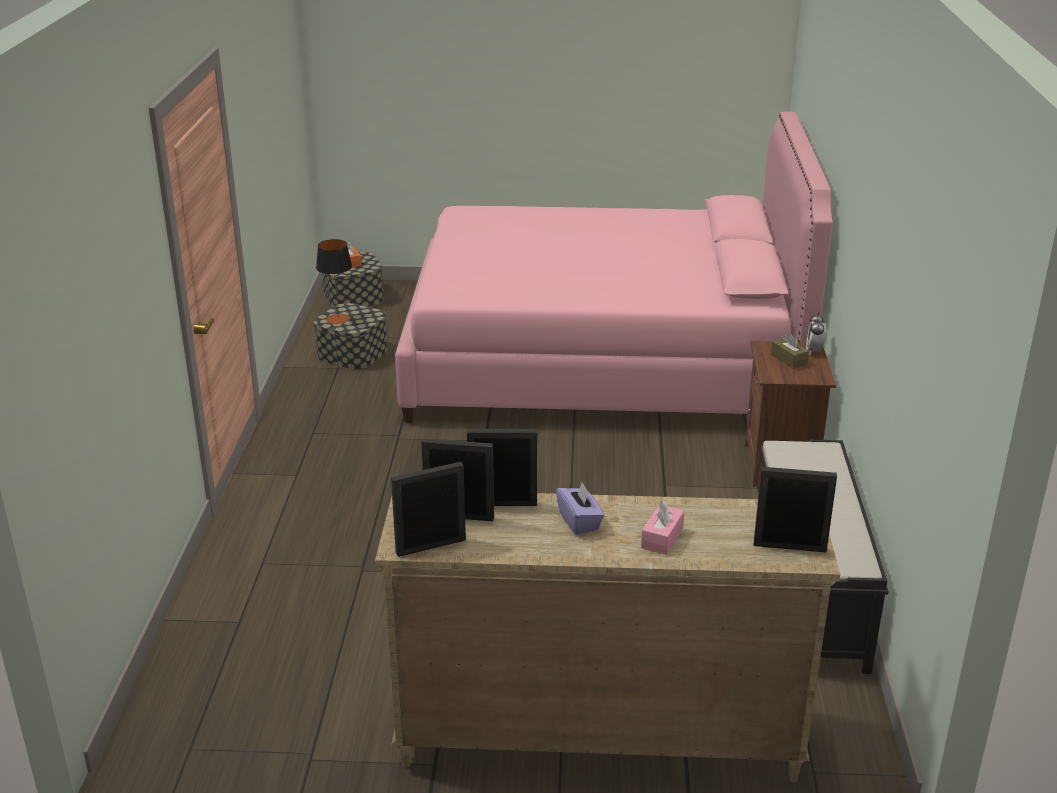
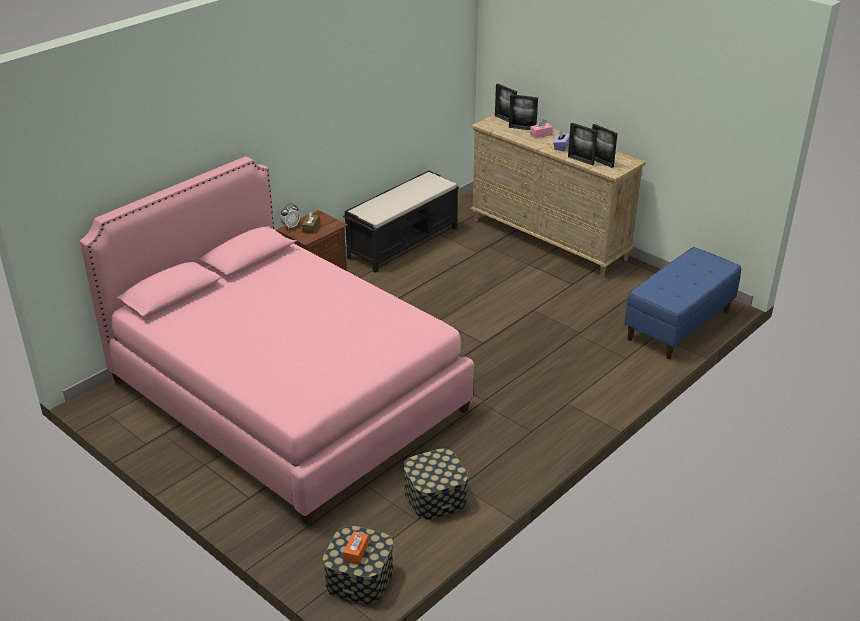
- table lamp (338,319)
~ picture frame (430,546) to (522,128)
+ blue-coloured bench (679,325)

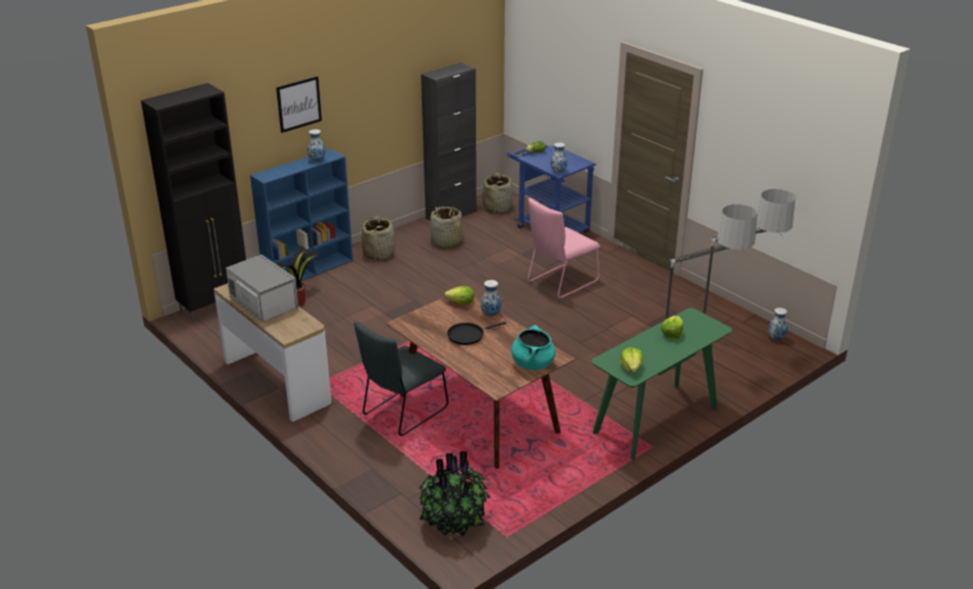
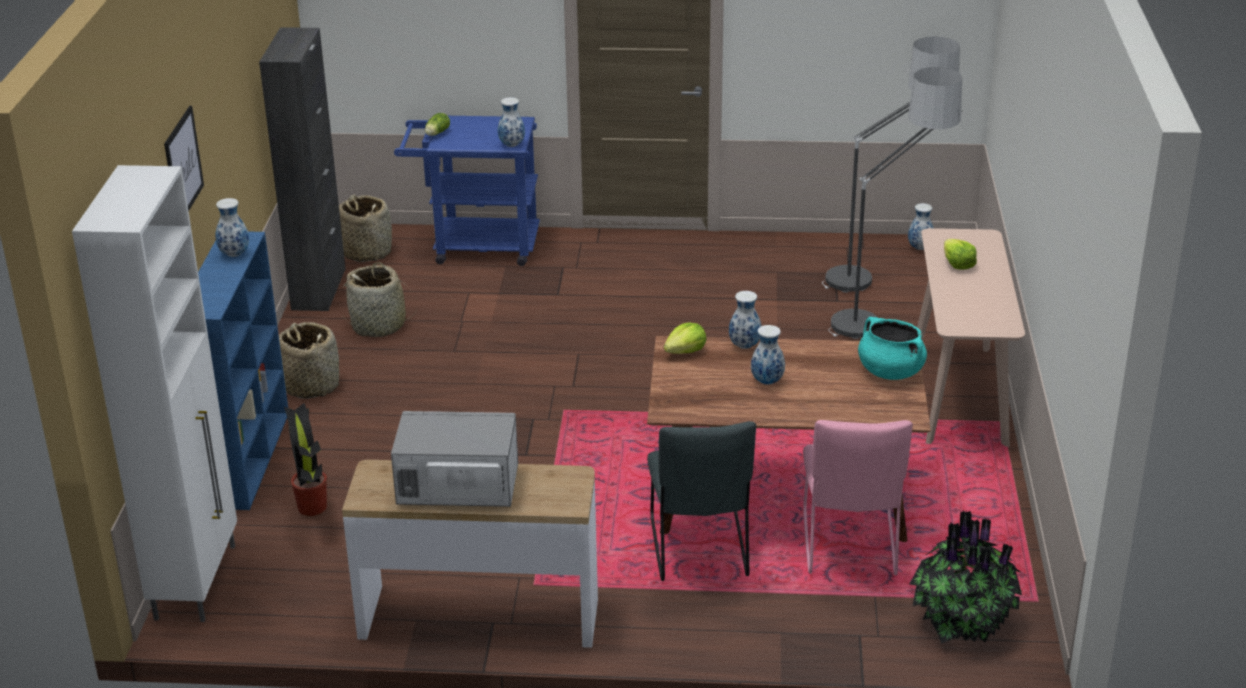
~ black-coloured cupboard (216,307) to white-coloured cupboard (197,581)
~ black-coloured frying pan (468,335) to flower vase (766,382)
~ pink upright chair (560,282) to (849,547)
~ greenish hall table (656,420) to sand-coloured hall table (959,394)
- head of lettuce (631,367)

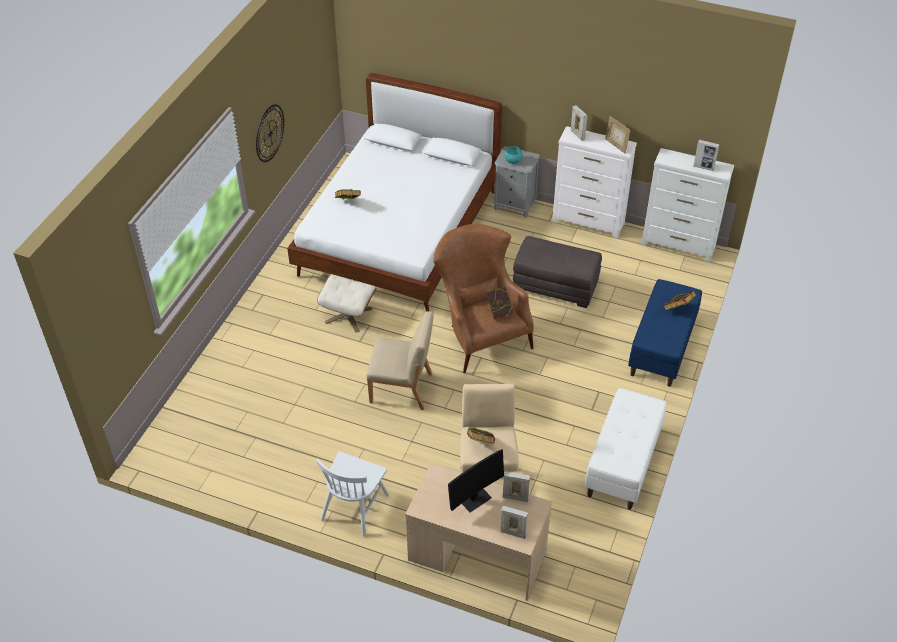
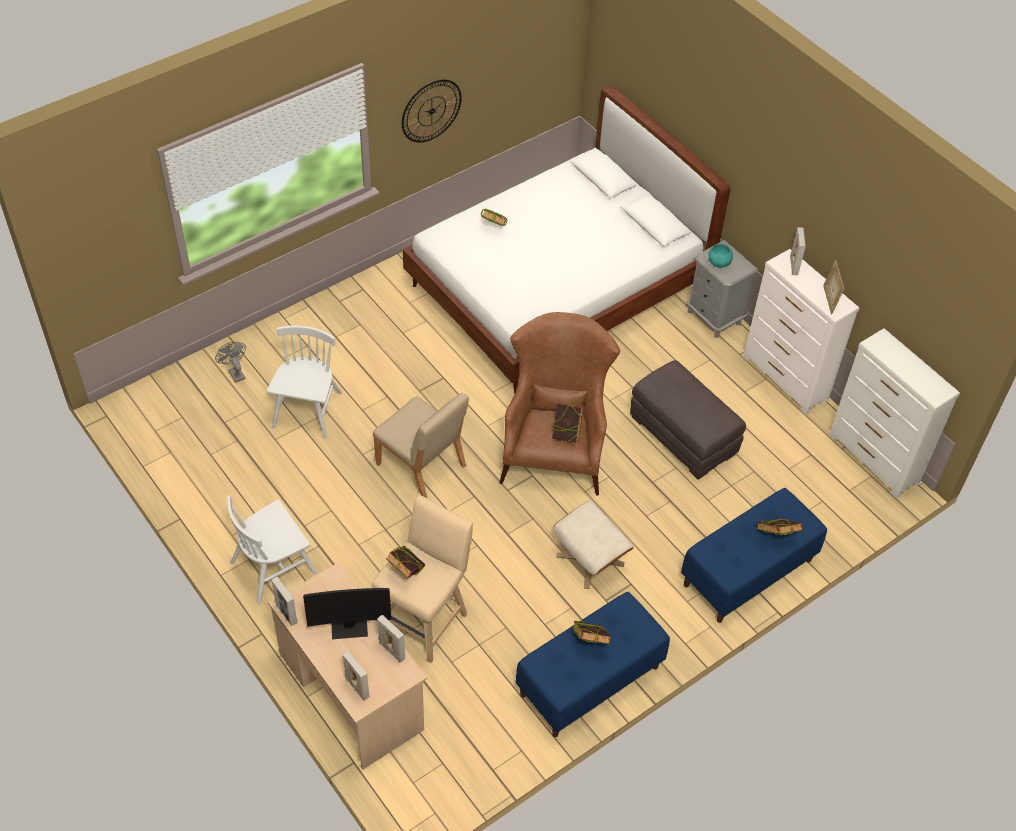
~ sand-coloured ottoman (349,315) to (590,559)
~ white-coloured bench (623,464) to blue-coloured bench (589,681)
~ picture frame (703,167) to (286,613)
+ grey cooling fan (235,372)
+ white-coloured upright chair (307,411)
+ volume (589,642)

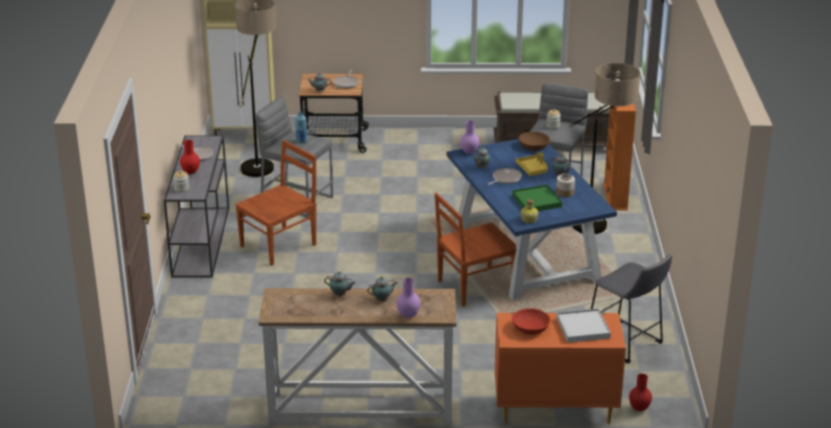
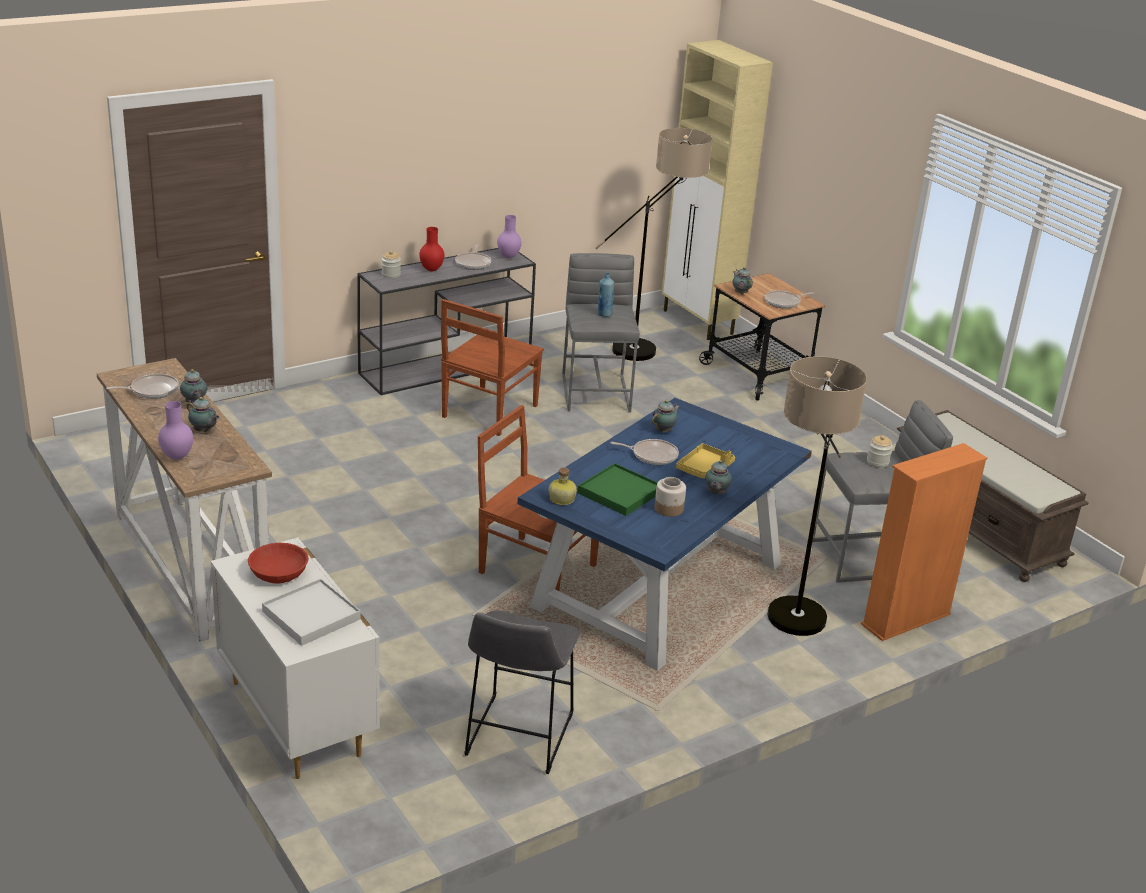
~ brown upright chair (280,245) = (488,412) 105 degrees clockwise
~ purple-coloured flower vase (469,152) to (508,256)
~ orangey drawer chest (554,409) to white-coloured drawer chest (296,717)
- brown bowl (533,146)
- red flower vase (639,408)
+ frying pan (152,390)

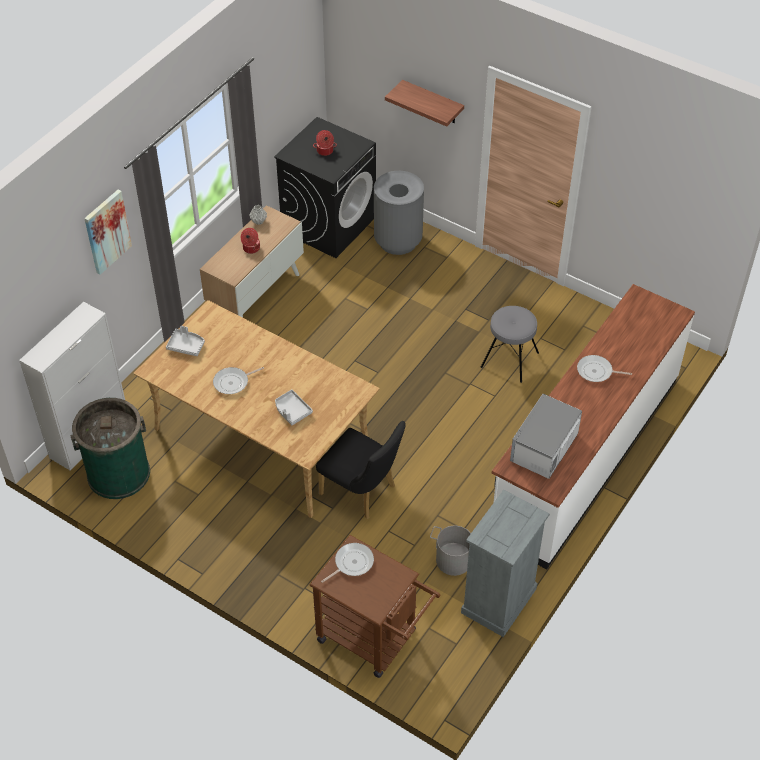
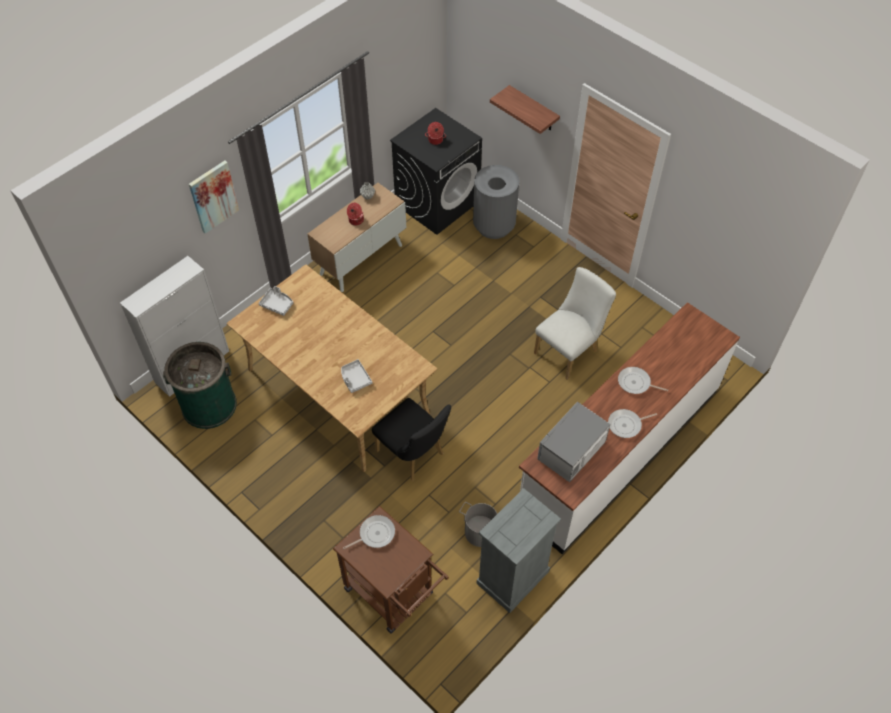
~ frying pan (233,382) to (626,425)
~ grey stool seat (509,360) to white-coloured upright chair (569,350)

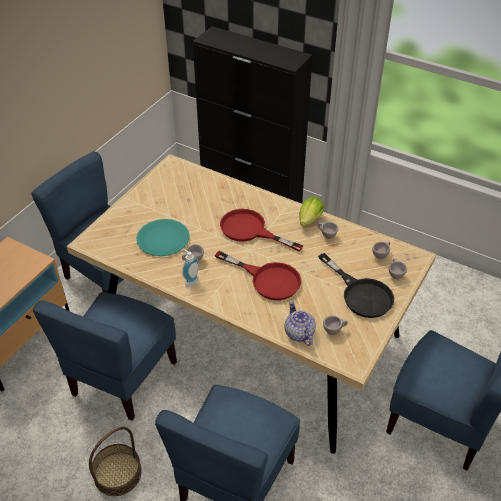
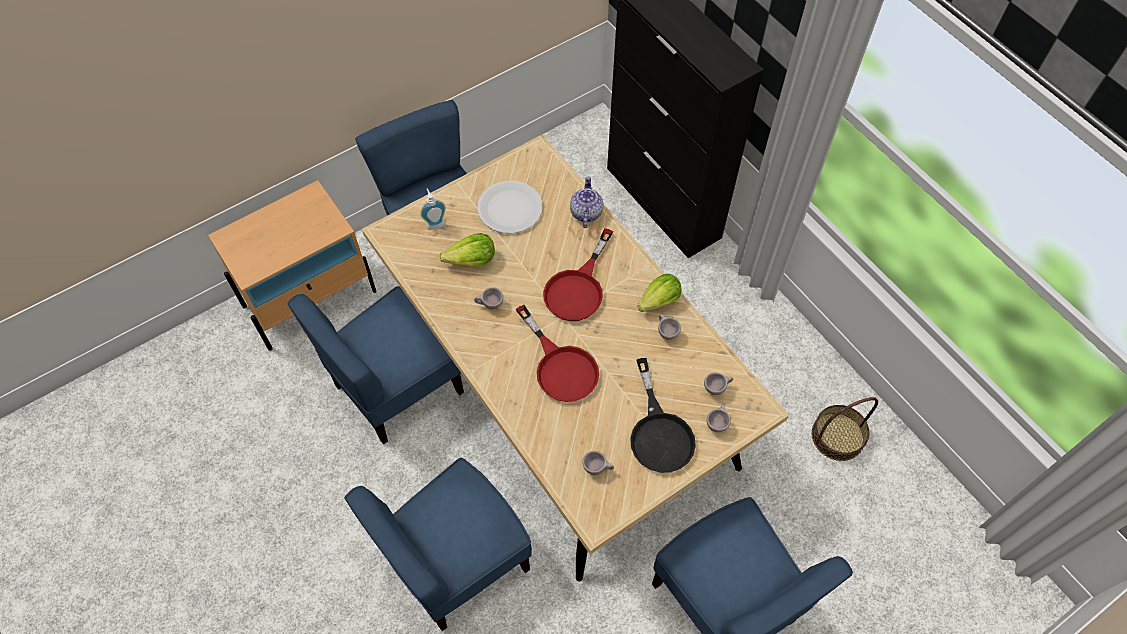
~ household basket (117,473) to (837,436)
~ blue-green flat dish (163,239) to head of lettuce (471,260)
~ soap dispenser (190,281) to (435,223)
~ red frying pan (250,230) = (578,288) 120 degrees counterclockwise
~ tea pot (298,333) to (585,212)
+ white-coloured flat dish (510,208)

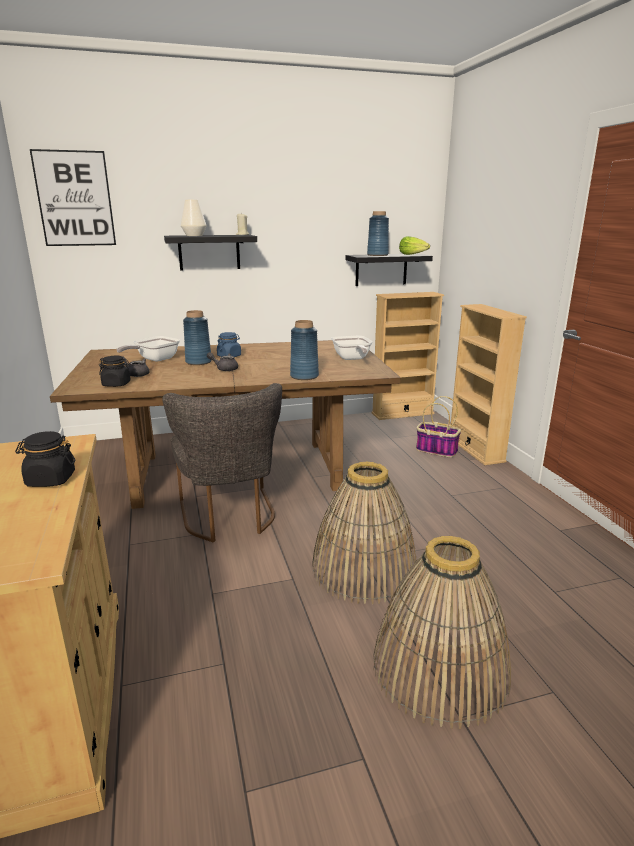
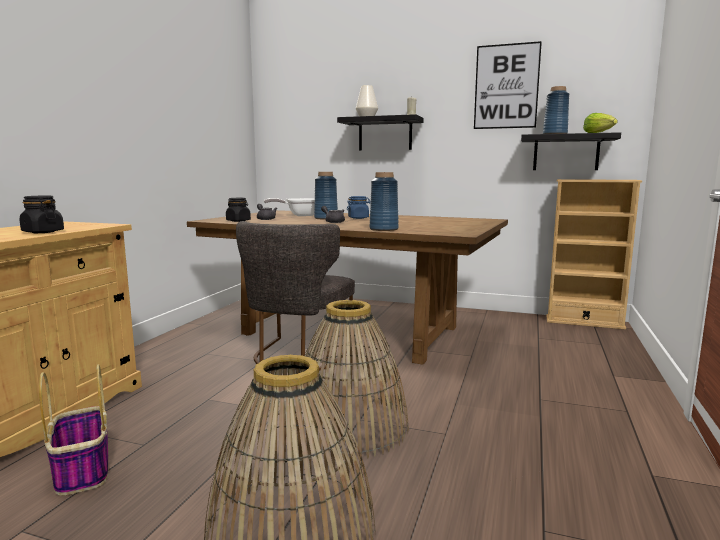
~ wall art (75,199) to (506,86)
- frying pan (352,359)
~ household basket (435,450) to (82,469)
- sand-coloured shelving unit (475,449)

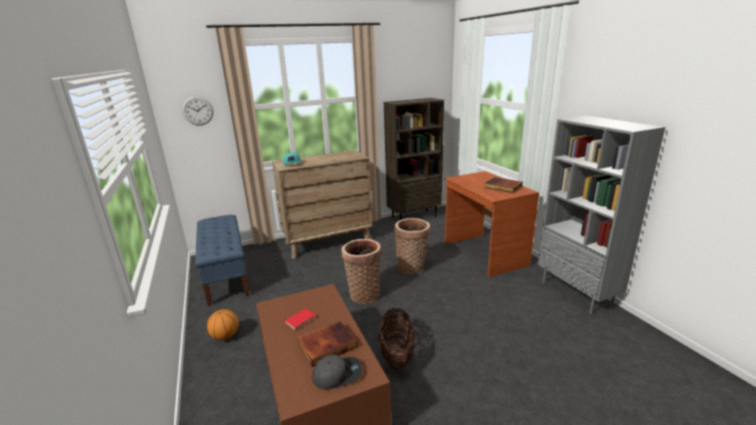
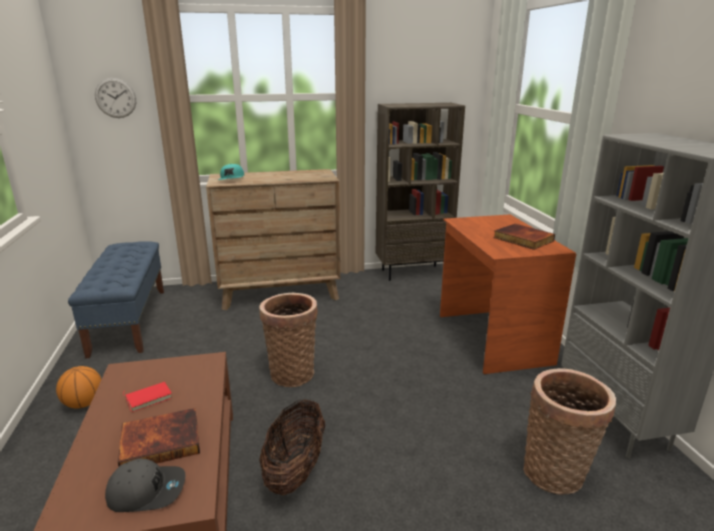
~ household basket (412,267) to (557,473)

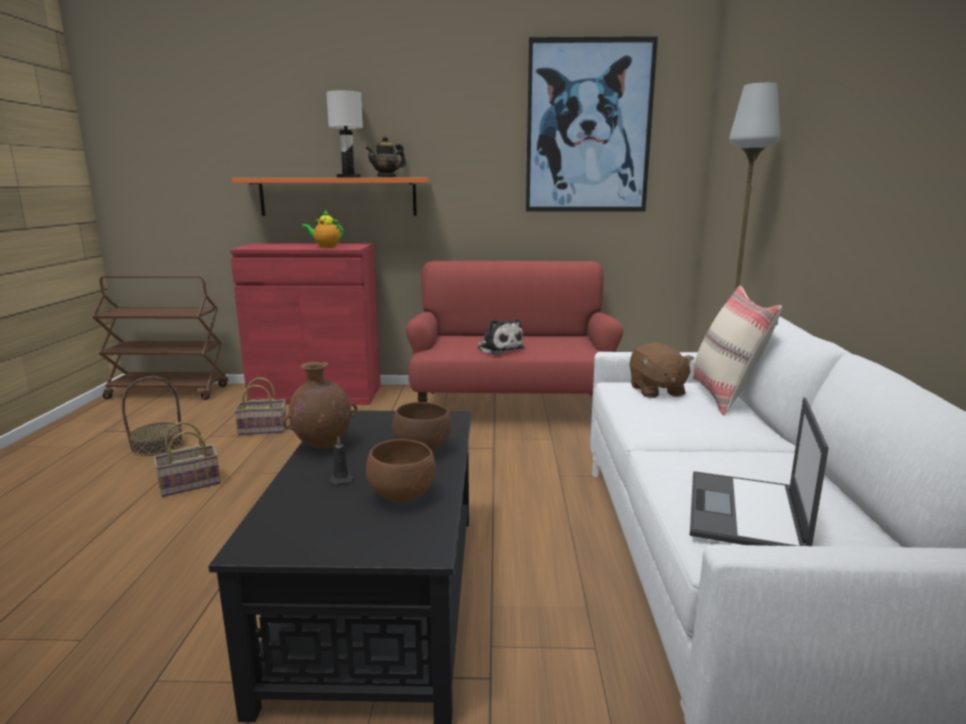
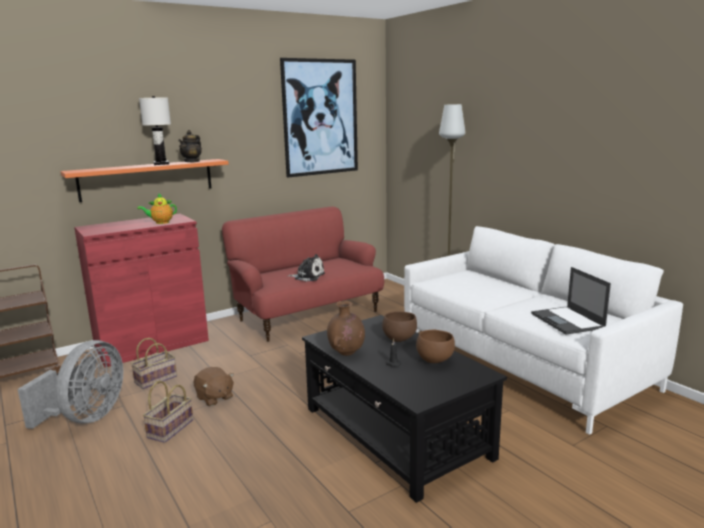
~ household basket (157,446) to grey cooling fan (86,417)
~ brown soft toy (656,391) to (214,398)
- sand-coloured cushion (726,396)

